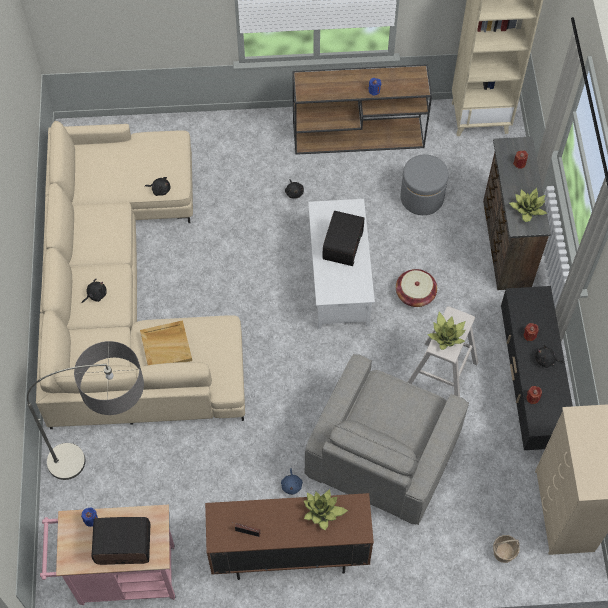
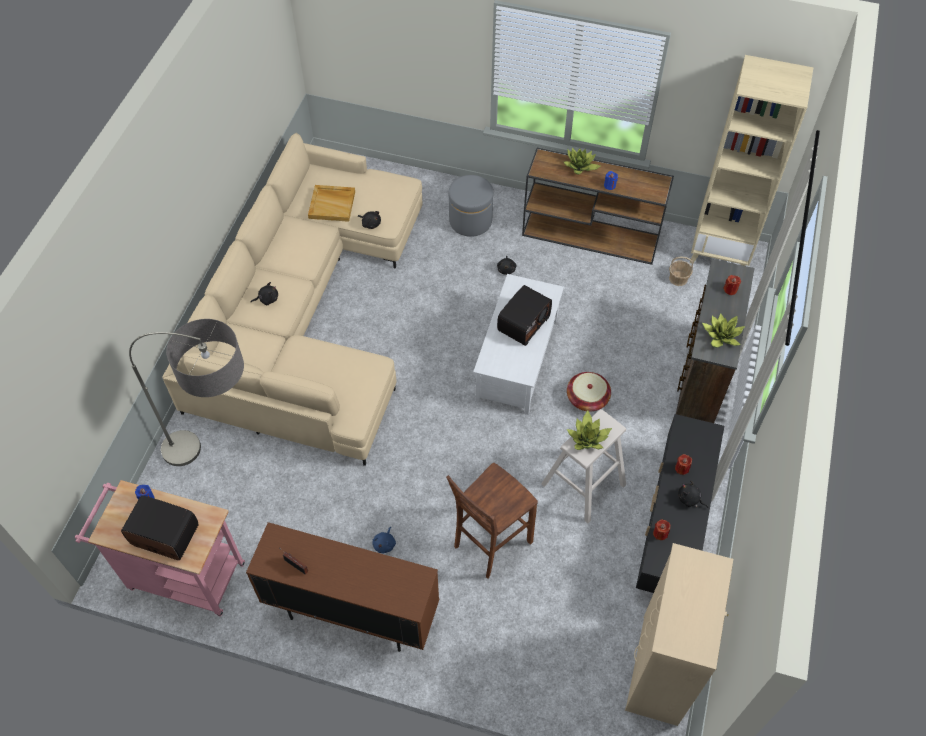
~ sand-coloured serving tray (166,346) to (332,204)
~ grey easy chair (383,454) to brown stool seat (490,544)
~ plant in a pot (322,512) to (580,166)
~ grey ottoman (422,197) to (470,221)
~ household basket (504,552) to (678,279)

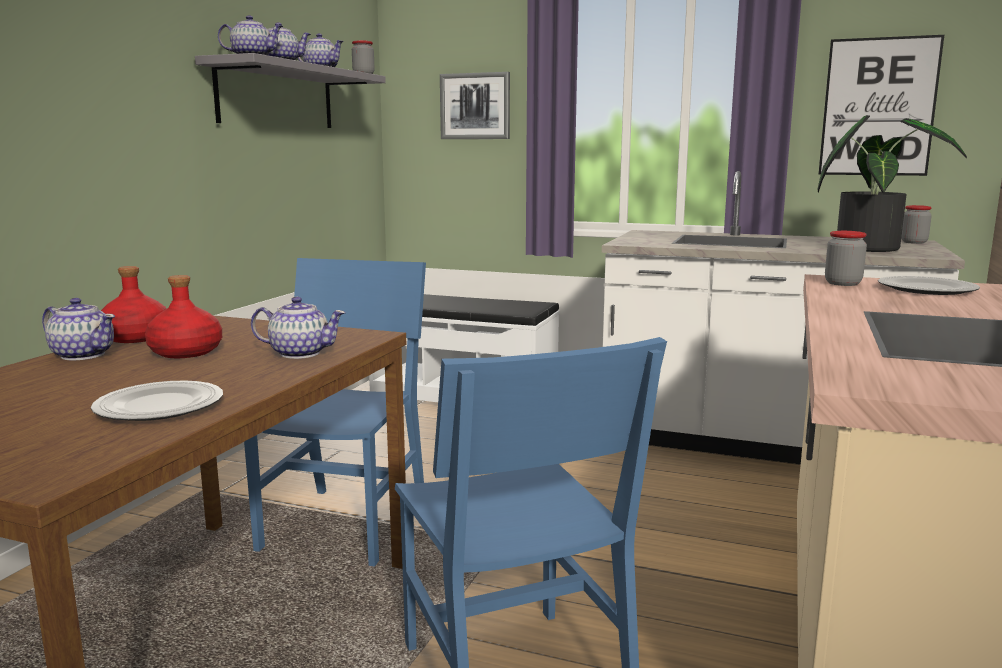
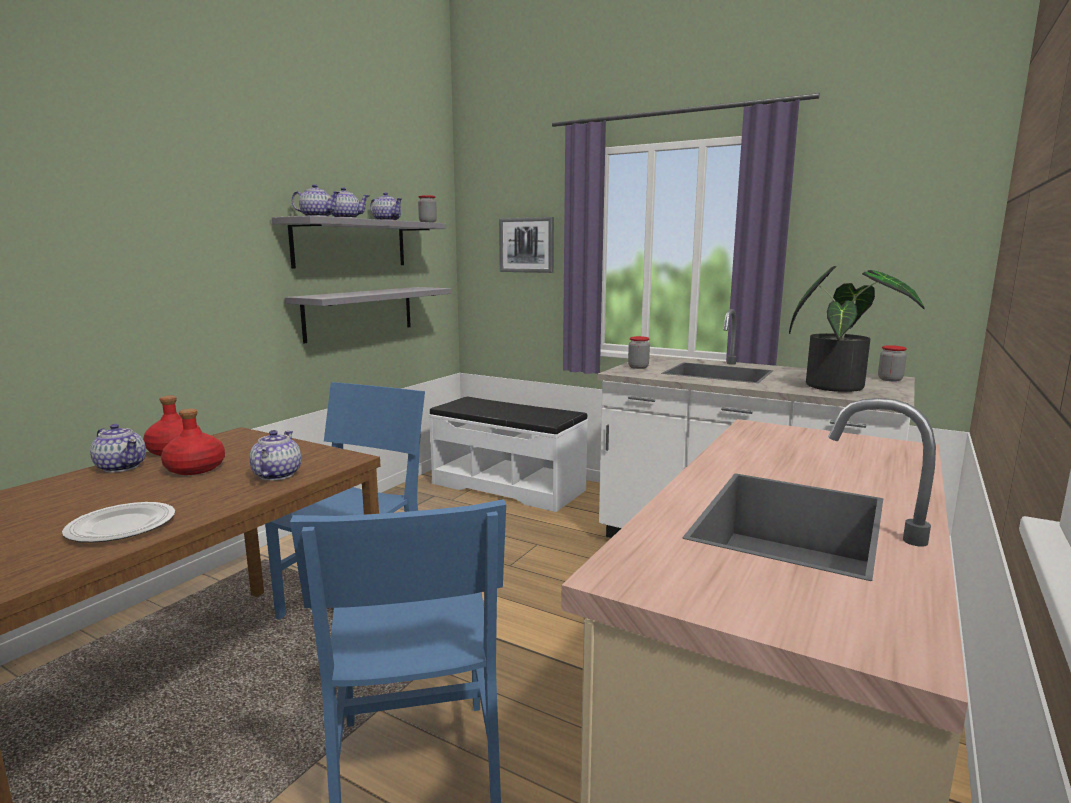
~ tea pot (299,353) = (276,475) 105 degrees counterclockwise
- wall art (878,107)
~ storage jar (842,283) to (638,367)
- flat dish (927,289)
+ grey wall shelf (360,313)

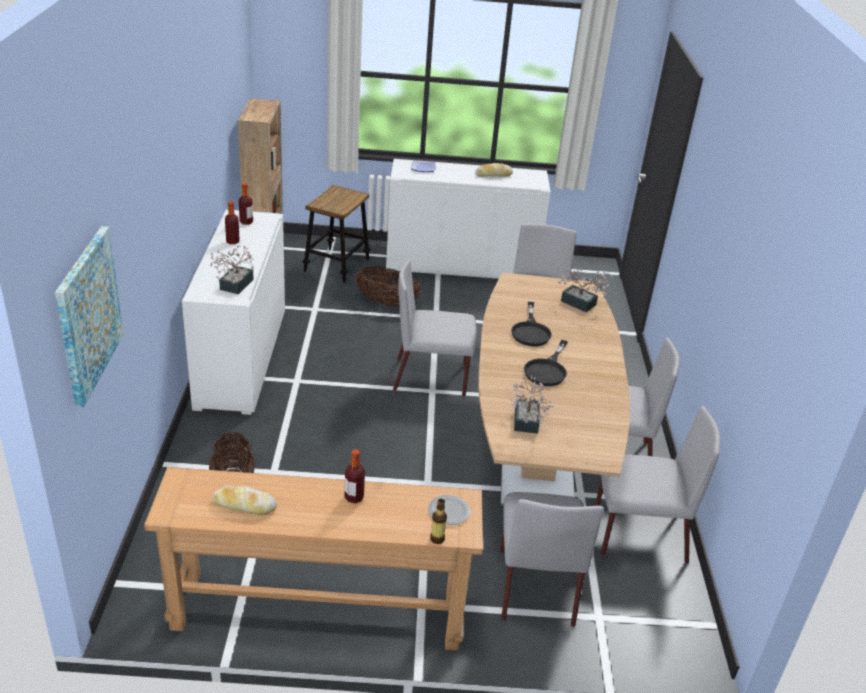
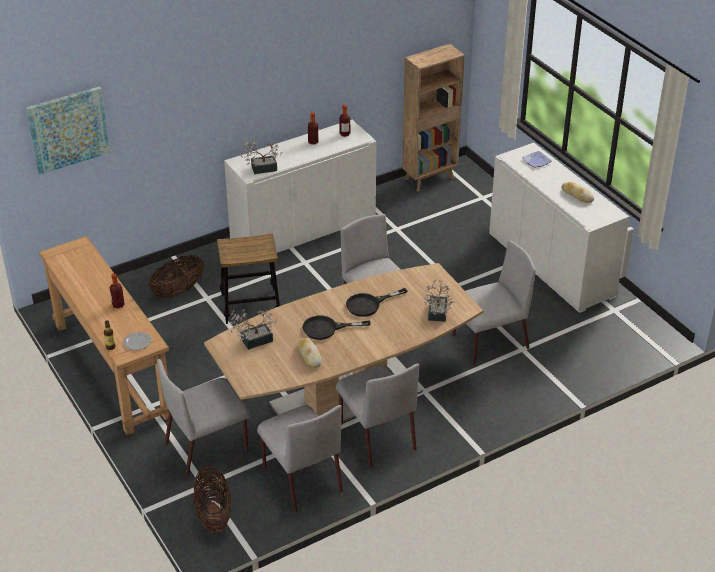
~ bread (244,505) to (309,355)
~ stool seat (336,265) to (251,306)
~ household basket (387,303) to (213,515)

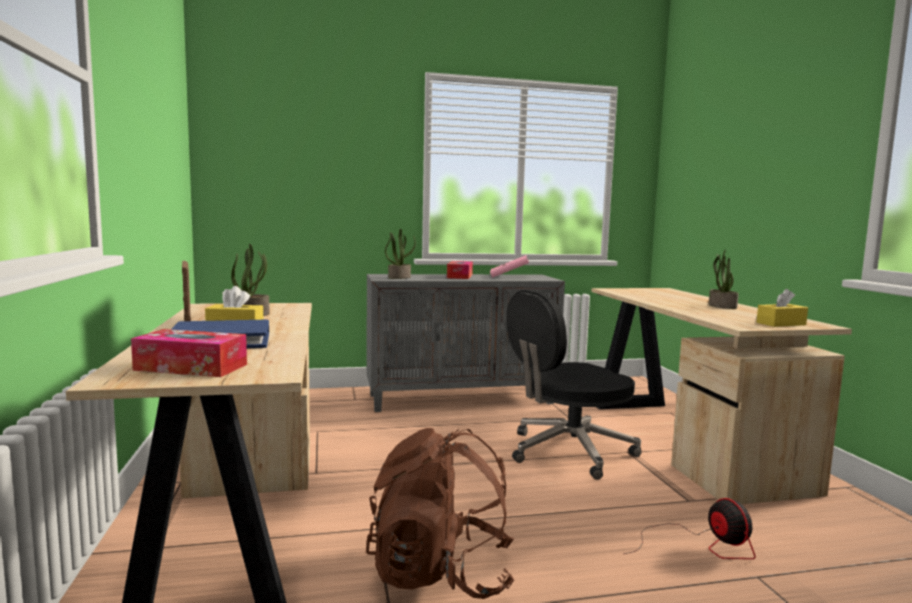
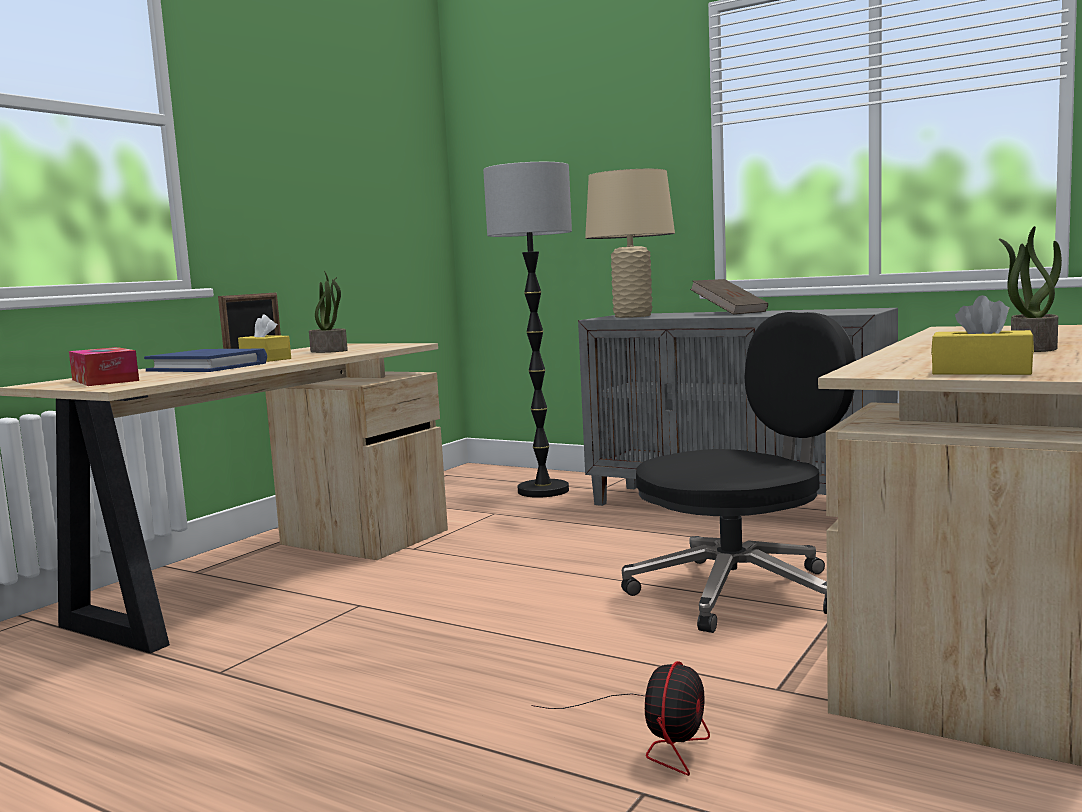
- brown rucksack (441,573)
~ plant in a pot (399,277) to sand-coloured table lamp (633,316)
~ tissue holder (459,276) to brown volume (729,313)
- pink volume (509,276)
~ black-coloured office chair (568,451) = (740,591) 135 degrees clockwise
+ standing lamp (543,491)

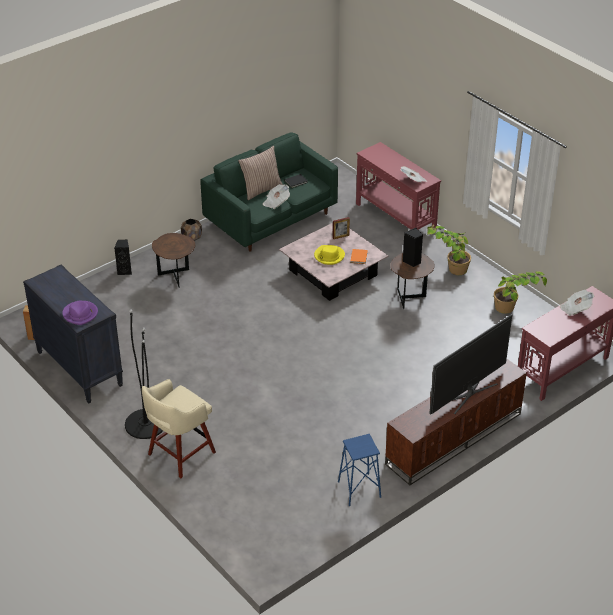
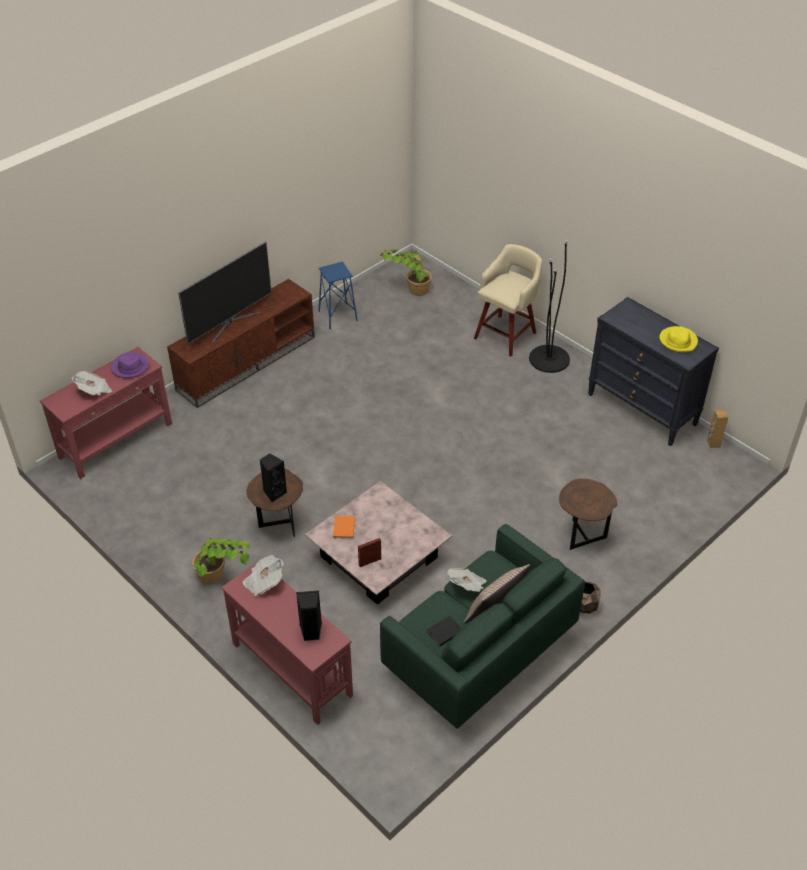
~ purple-coloured hat (80,314) to (130,367)
~ black-coloured speaker (125,271) to (310,631)
~ yellowish hat (329,256) to (678,341)
~ plant in a pot (514,309) to (408,289)

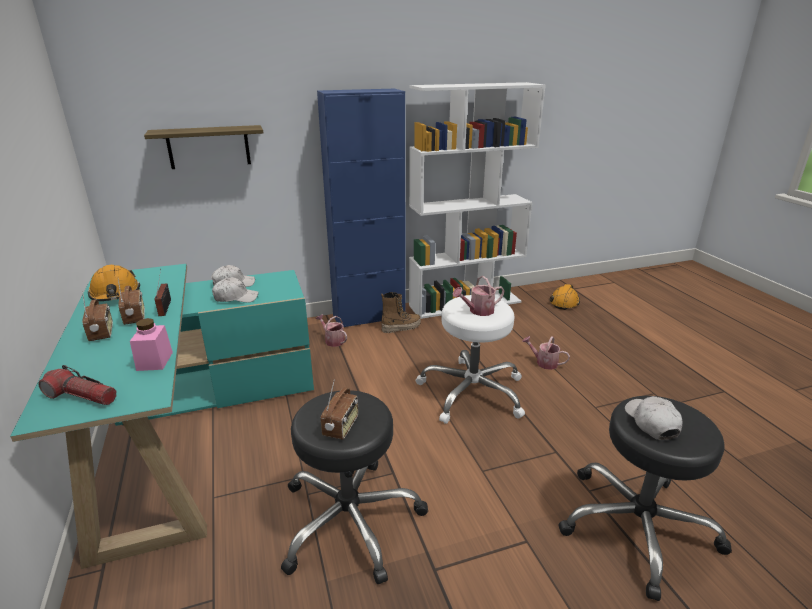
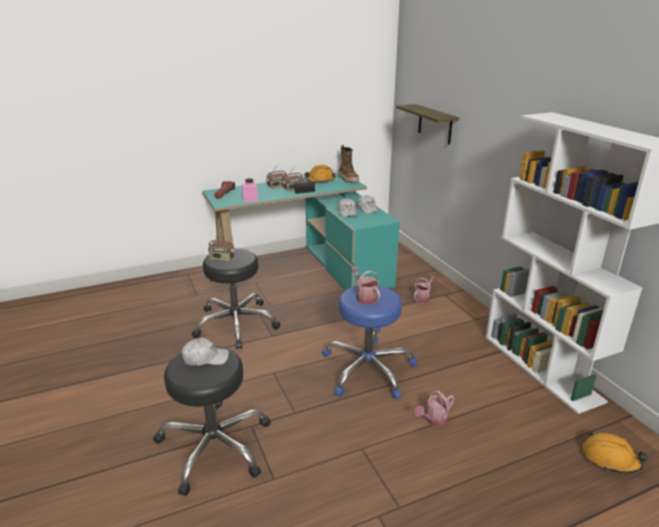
- blue-coloured cupboard (369,316)
~ high-top boot (401,327) to (348,179)
~ white-coloured stool seat (472,392) to blue-coloured stool seat (368,369)
~ sprinkling can (544,362) = (434,420) 150 degrees counterclockwise

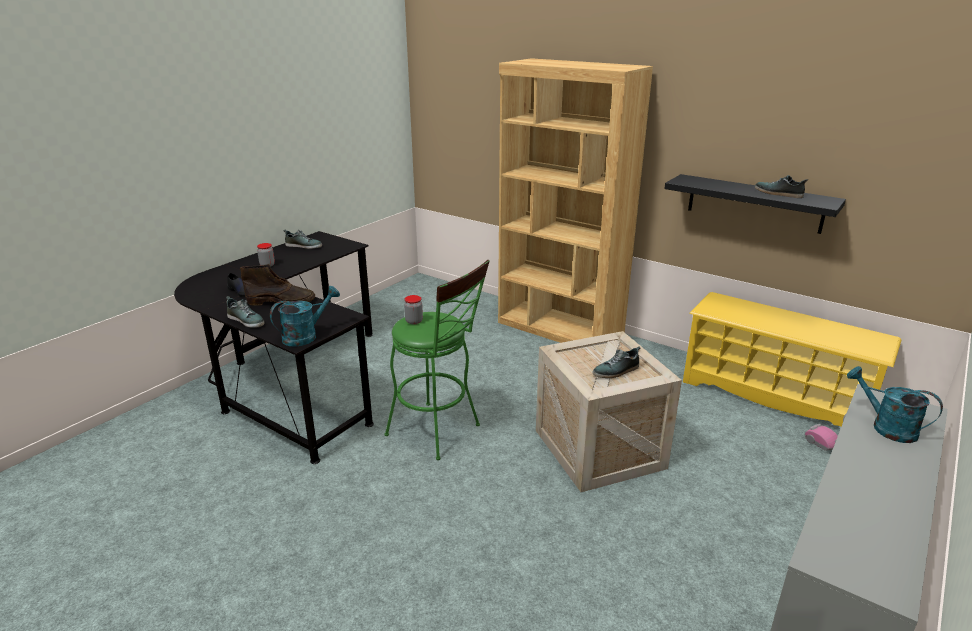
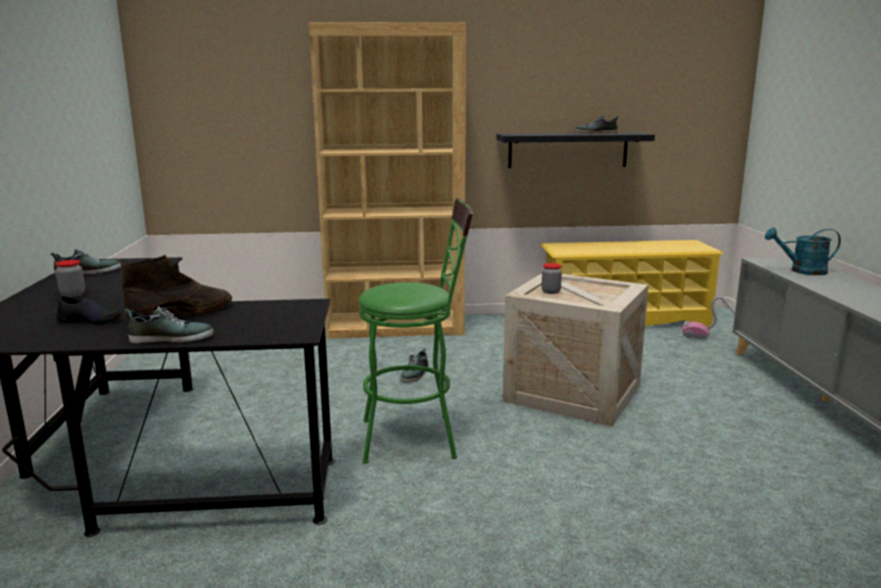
- blue-green sprinkling can (305,336)
~ storage jar (414,321) to (551,292)
~ item of footwear (616,371) to (415,374)

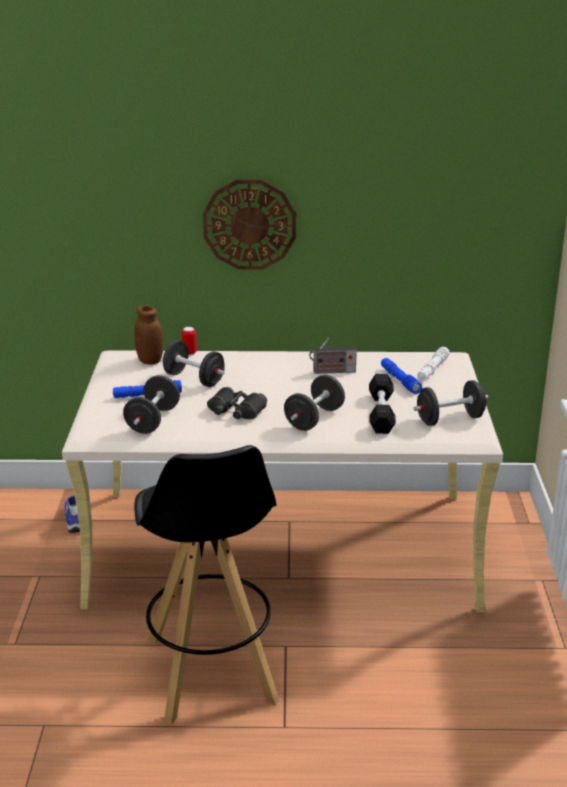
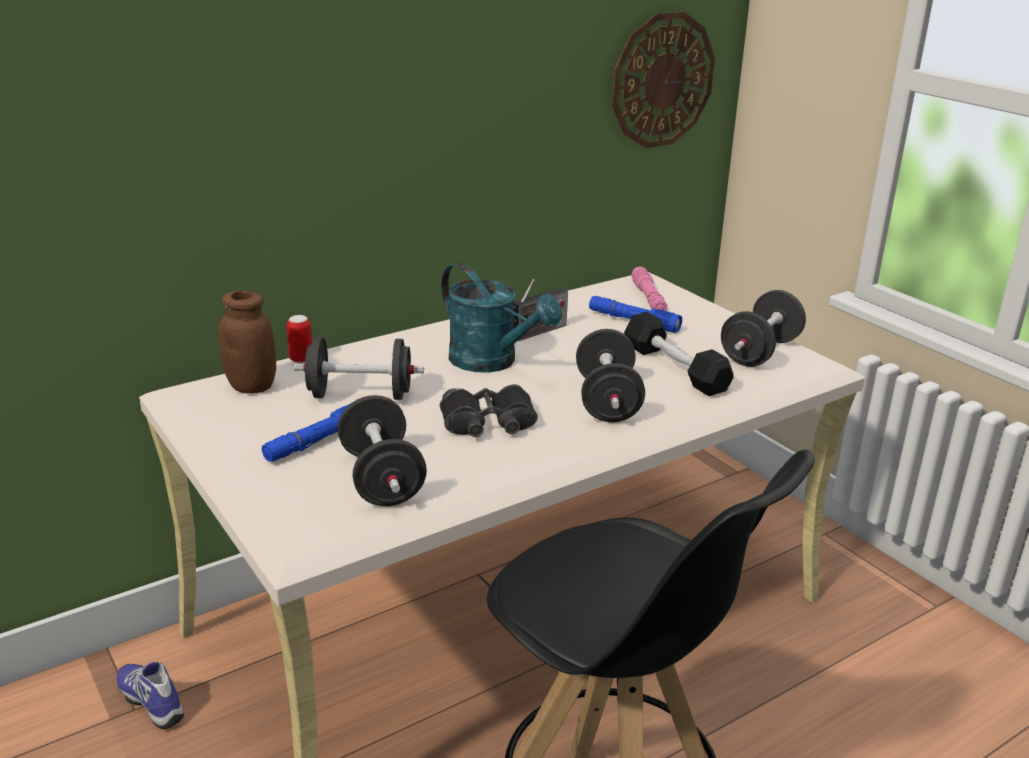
~ wall clock (249,224) to (662,80)
~ white-coloured hand torch (432,369) to pink hand torch (648,299)
+ blue-green sprinkling can (492,362)

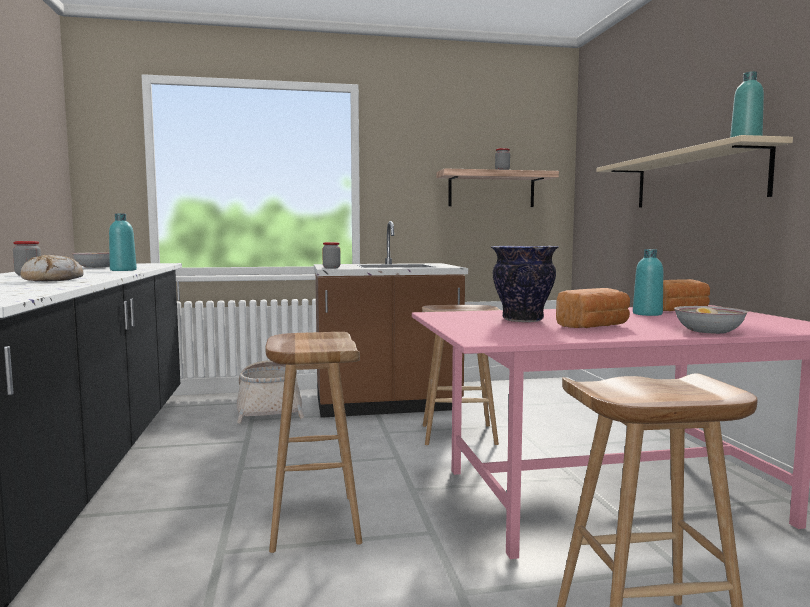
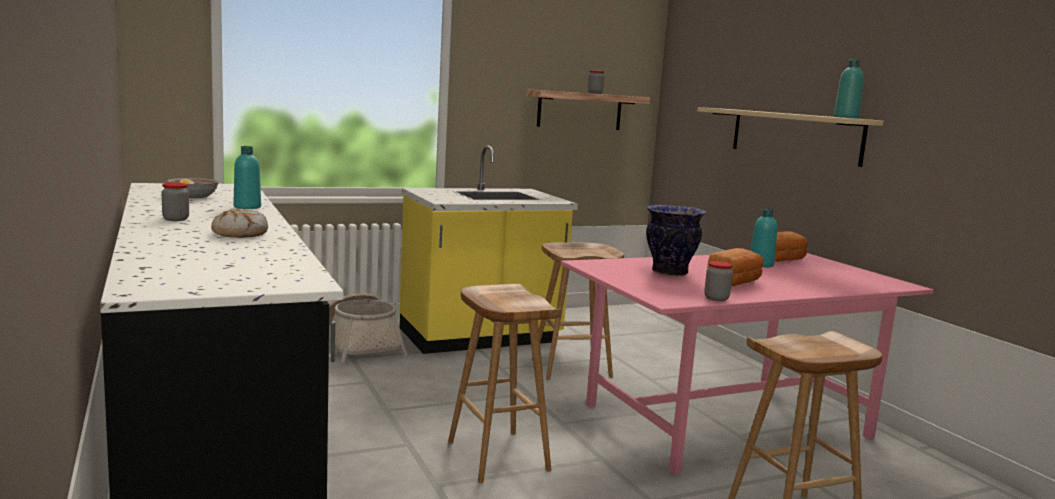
~ brown counter (386,404) to yellowish counter (480,338)
~ storage jar (331,268) to (716,298)
- bowl (708,331)

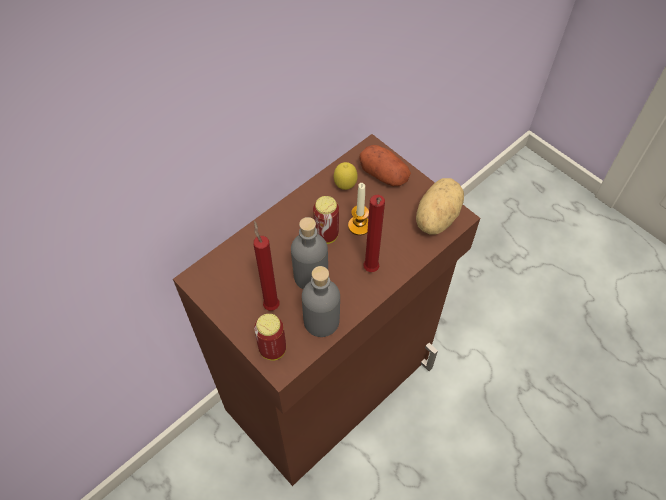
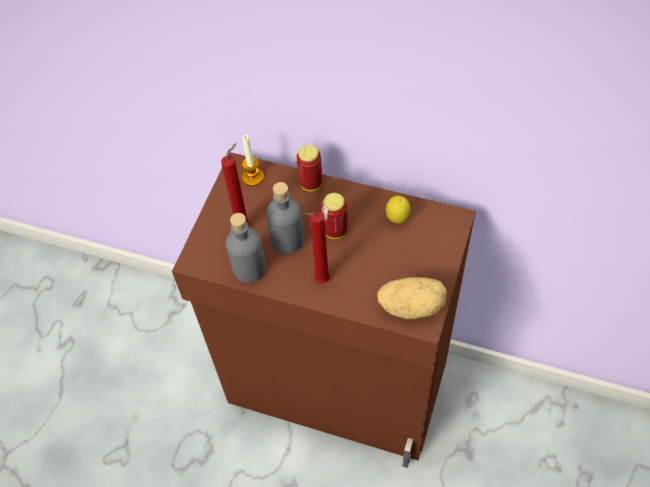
~ sealed can (272,349) to (311,183)
~ wax light (359,226) to (253,177)
- whole potato (384,174)

